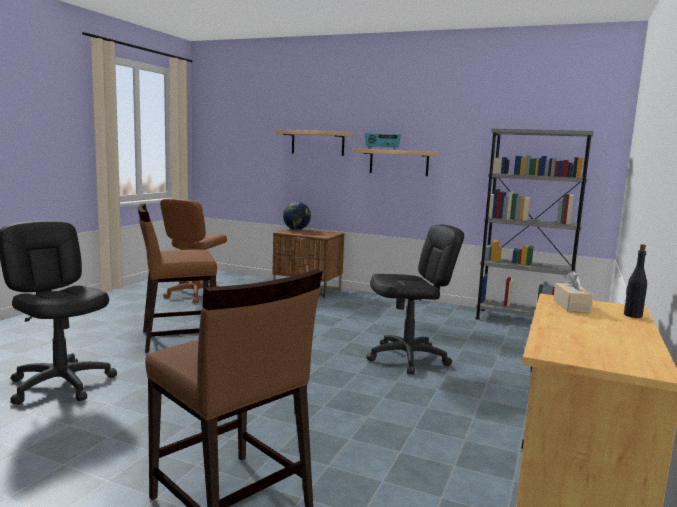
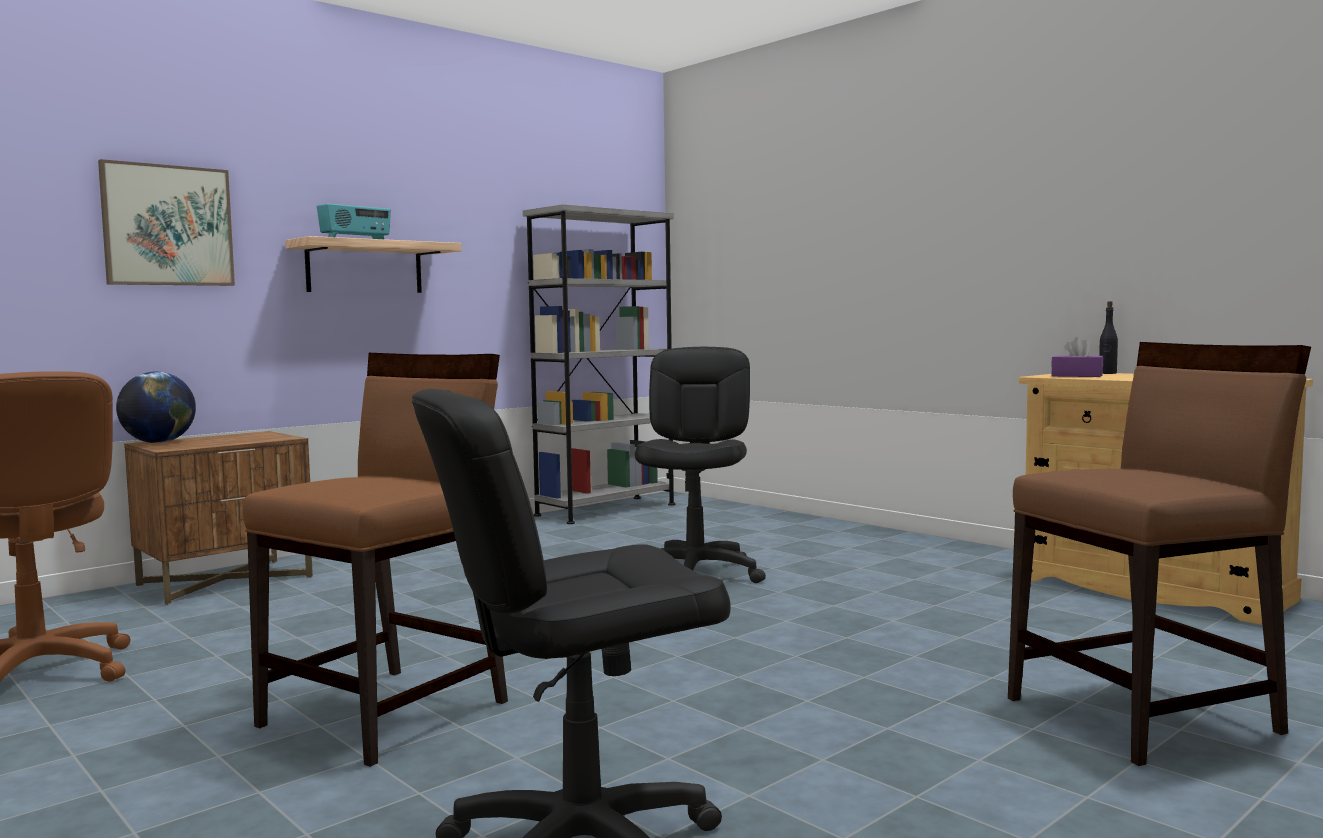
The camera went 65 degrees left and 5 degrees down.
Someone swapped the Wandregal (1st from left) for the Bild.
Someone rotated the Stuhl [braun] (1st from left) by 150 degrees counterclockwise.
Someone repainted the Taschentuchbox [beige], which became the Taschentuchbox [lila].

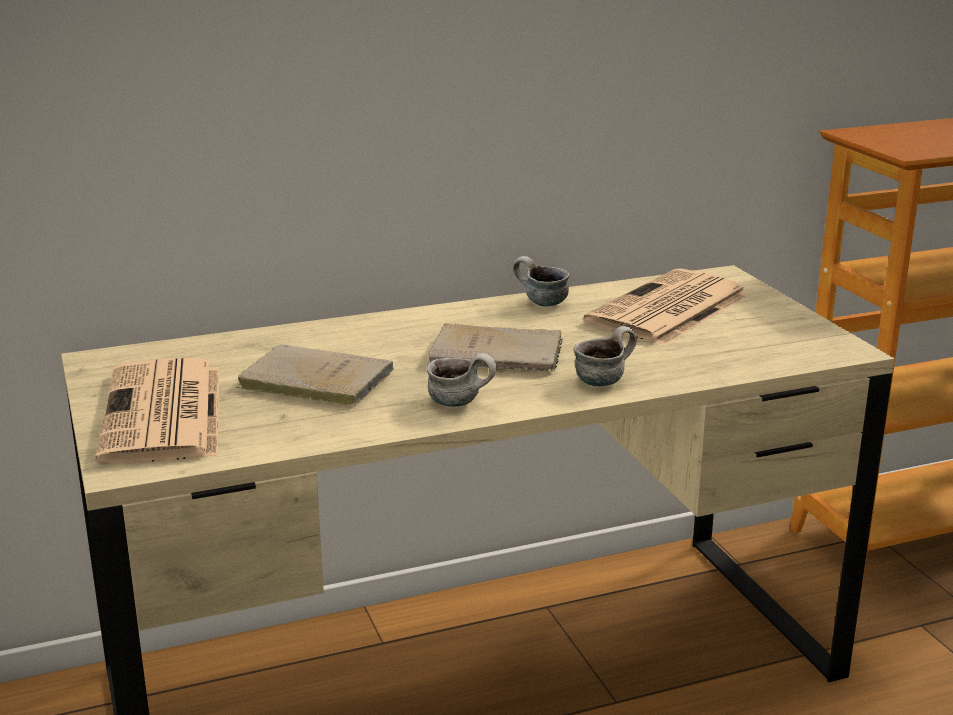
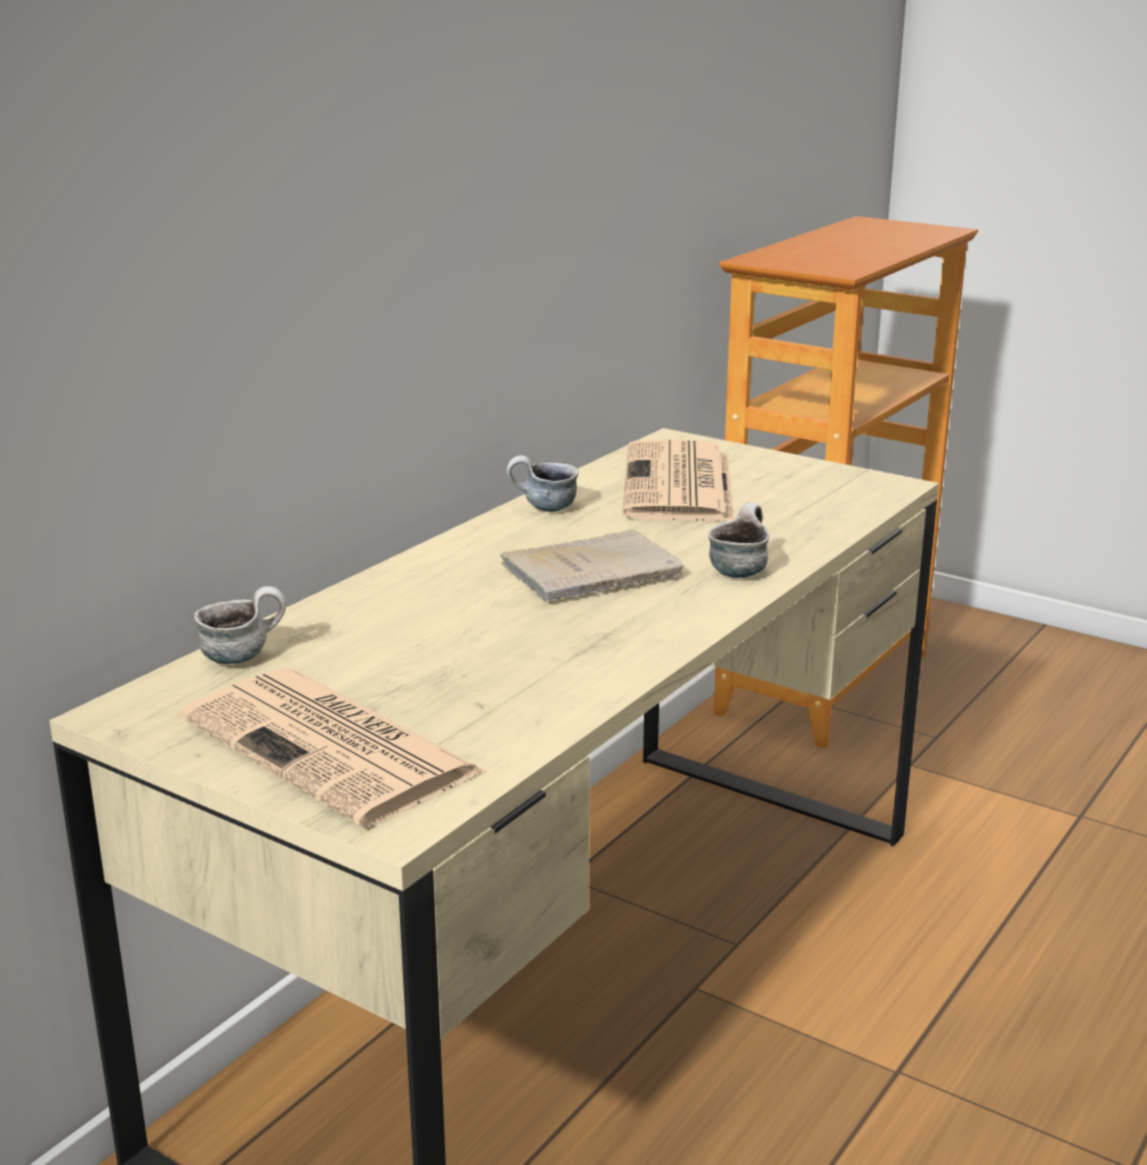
The camera went 35 degrees left and 0 degrees up.
Someone carried the Henkelbecher (1st from left).
Someone took away the Buch [beige] (1st from left).

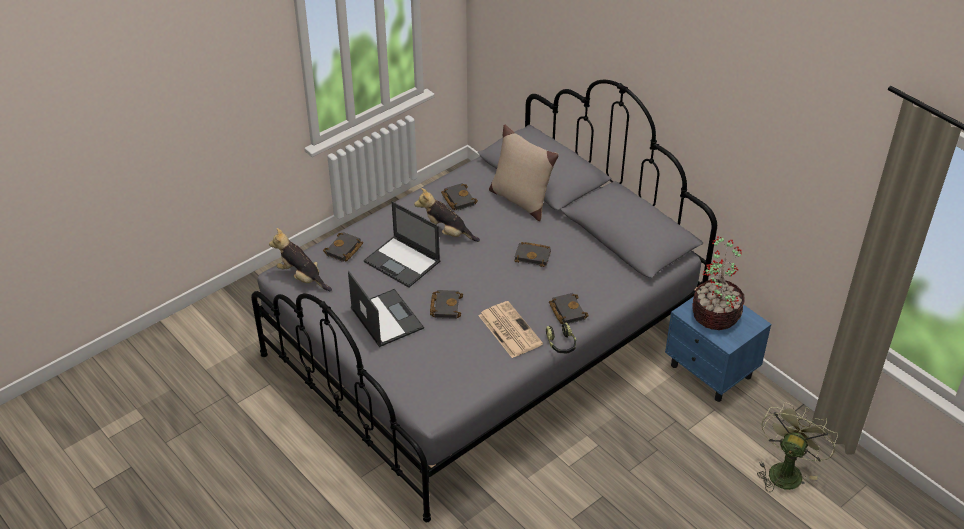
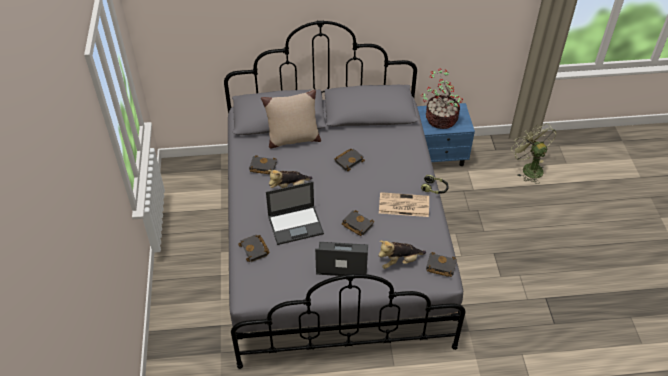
The camera went 55 degrees left and 5 degrees up.
Someone carried the Plüschtier (1st from left in the first image).
Someone carried the Buch [schwarz] (5th from left).

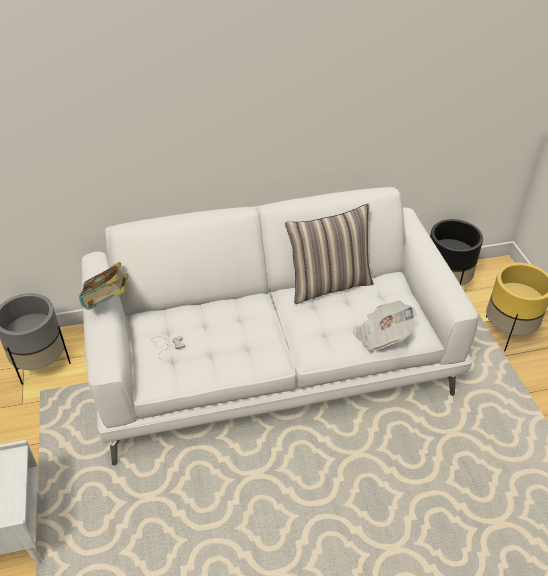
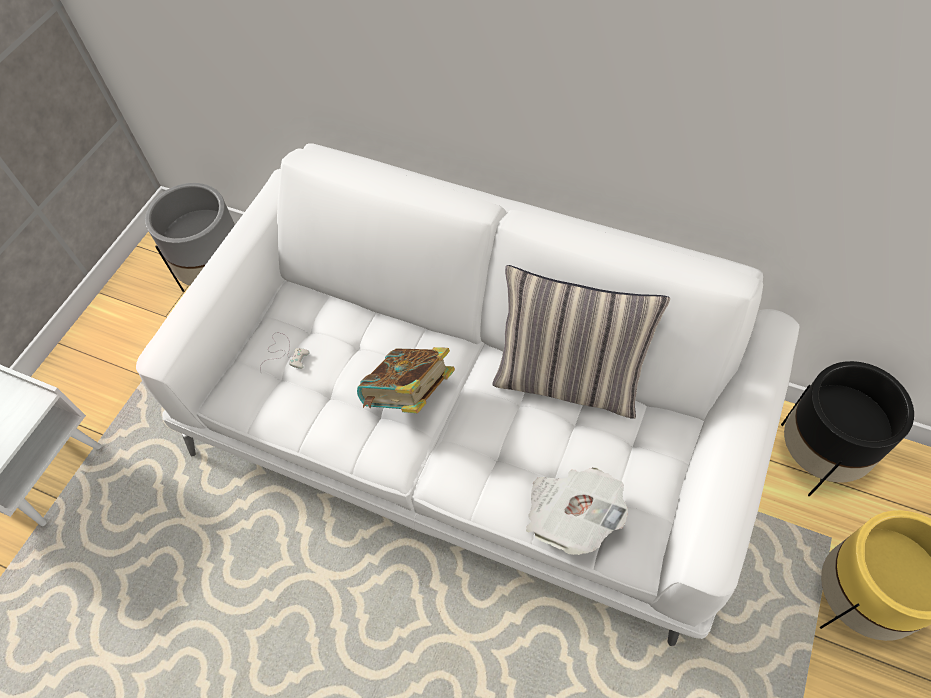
The camera went 40 degrees right and 15 degrees up.
Someone carried the Buch.

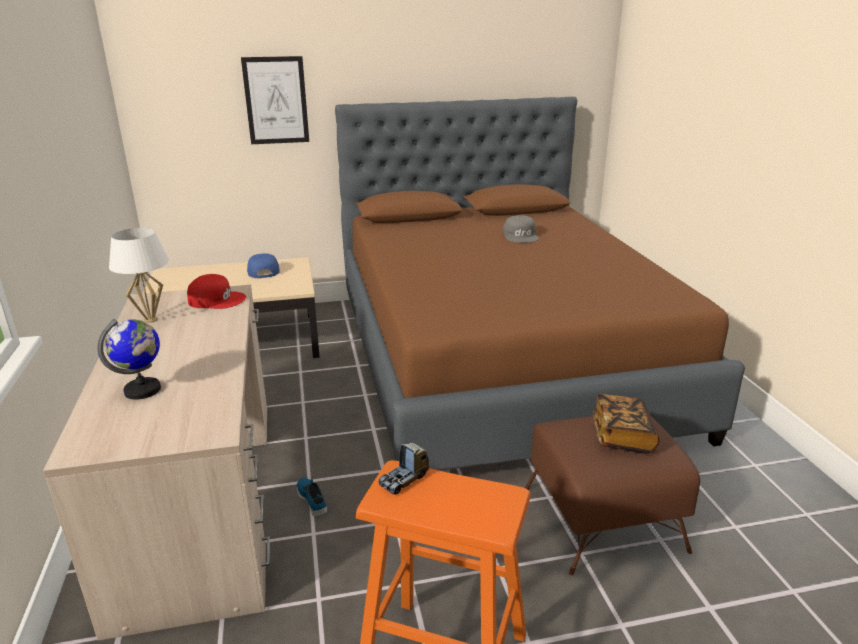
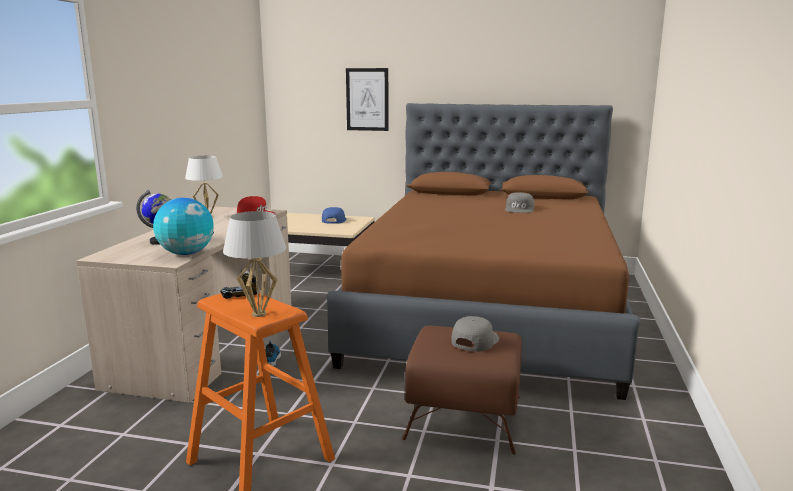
The camera went 25 degrees right and 10 degrees down.
Someone put down the Globus (2nd from left).
Someone put down the Tischlampe [weiß] (2nd from left).
Someone swapped the Buch for the Kappe [grau] (1st from left).

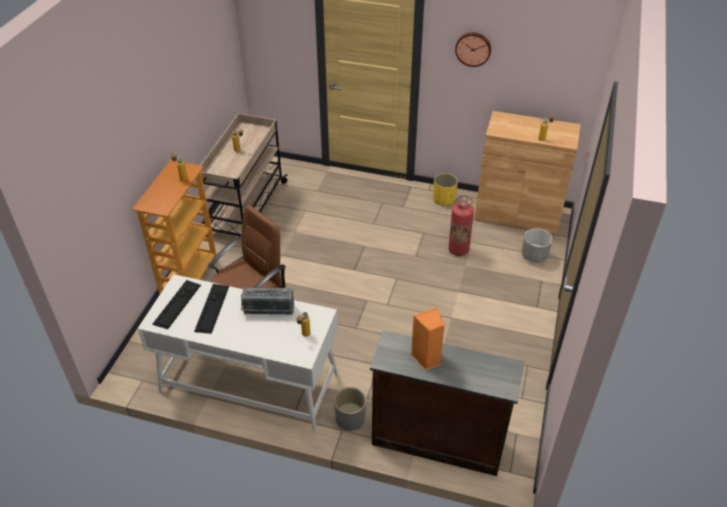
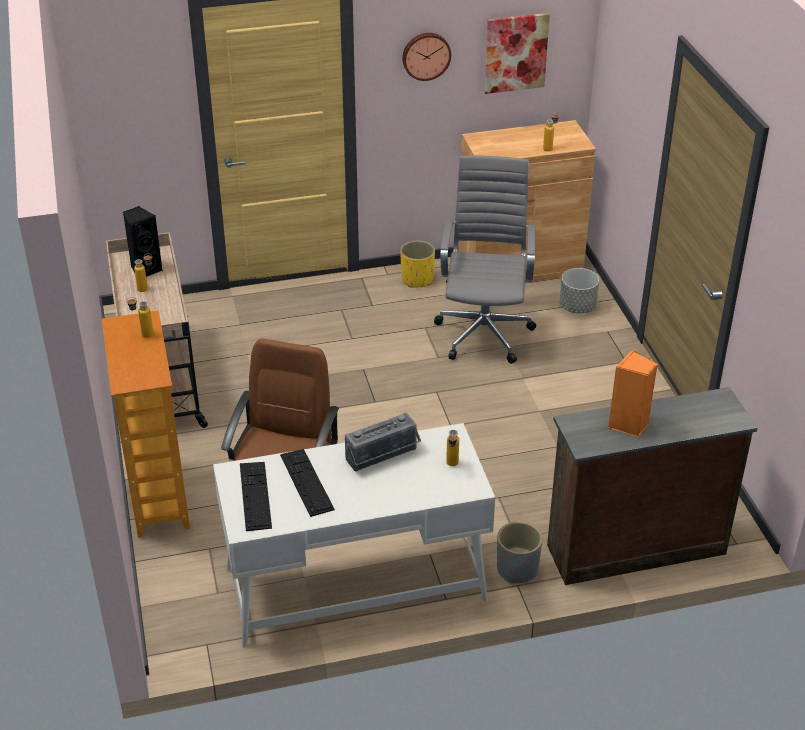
The camera went 30 degrees left and 5 degrees down.
Someone put down the Lautsprecher [schwarz].
Someone swapped the Feuerlöscher for the Bürostuhl [grau].
Someone put up the Bild.

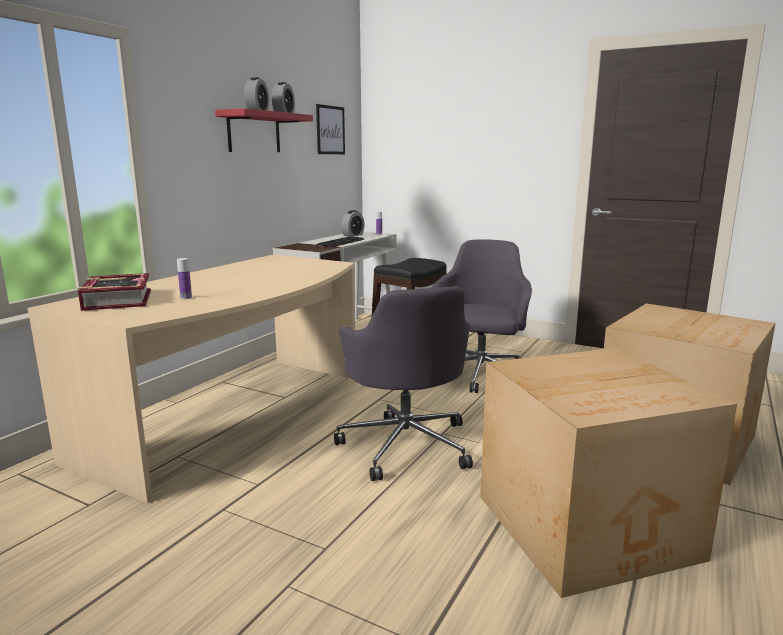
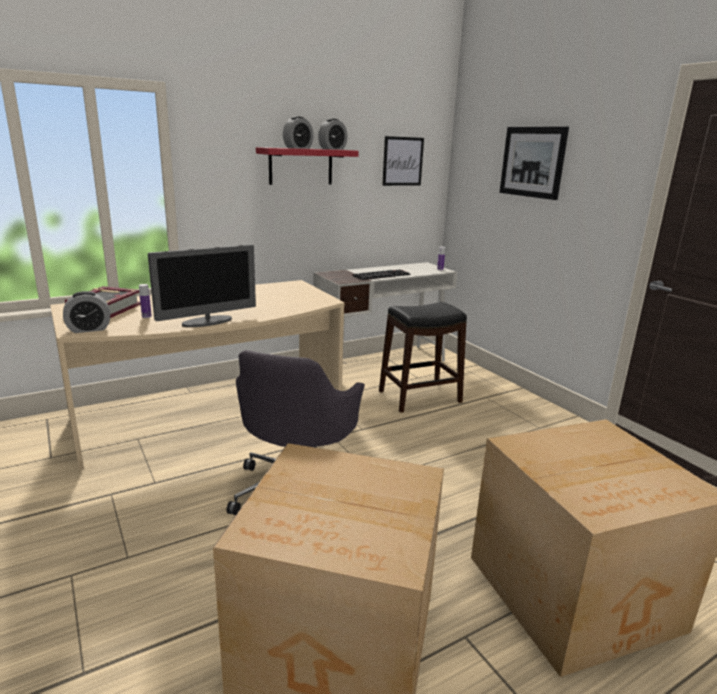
The camera went 30 degrees right and 5 degrees up.
Someone carried the Wecker (3rd from left in the first image).
Someone put down the Monitor.
Someone put up the Bild (2nd from left).
Someone took away the Bürostuhl [grau] (2nd from left).

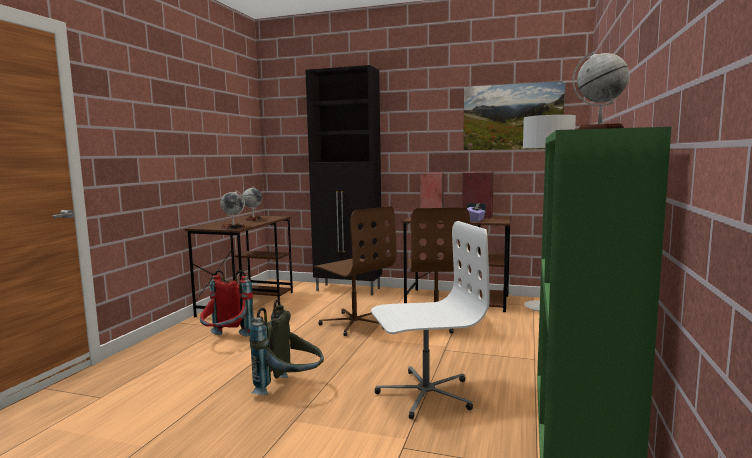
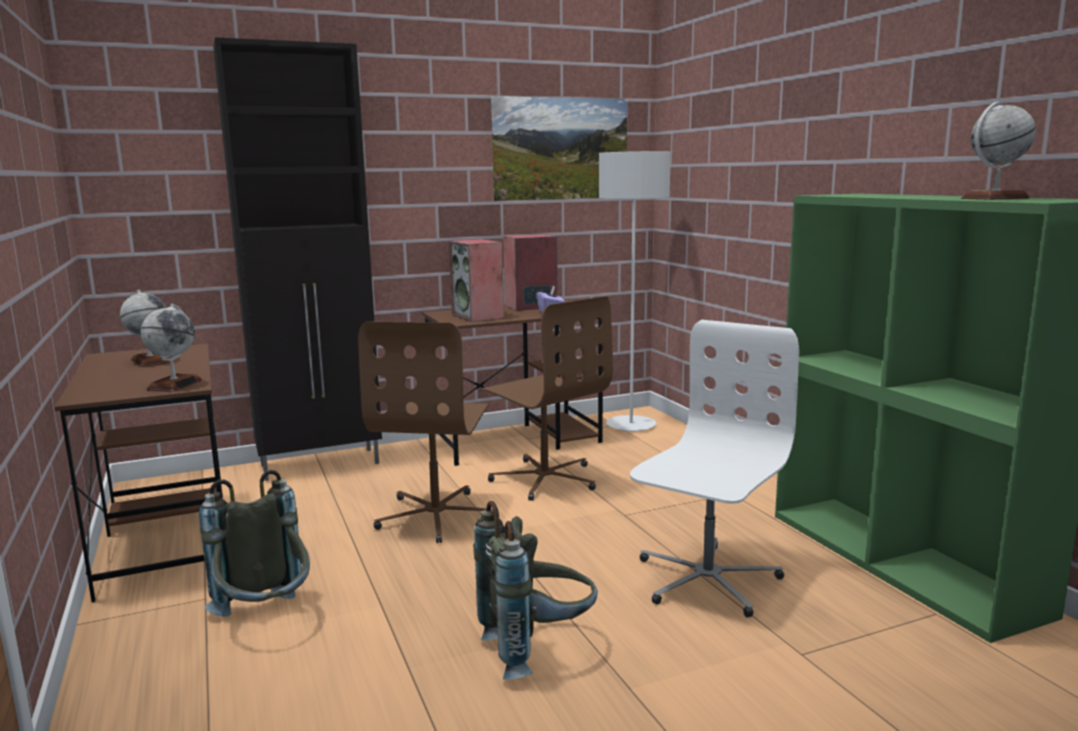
The camera went 40 degrees left and 5 degrees up.
Someone repainted the Rucksack [rot], which became the Rucksack [grau] (1st from left).
Someone rotated the Bürostuhl [braun] (1st from left) by 90 degrees clockwise.

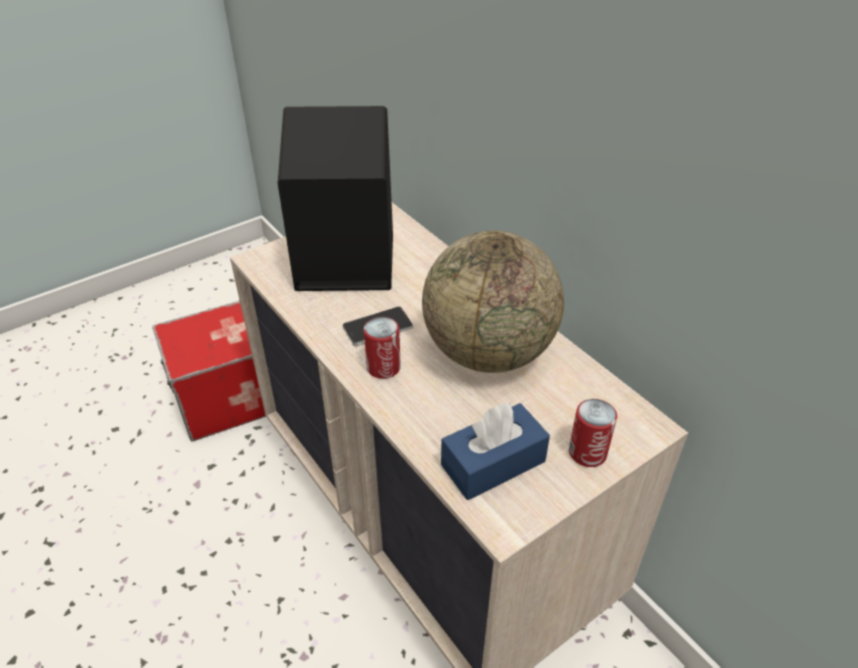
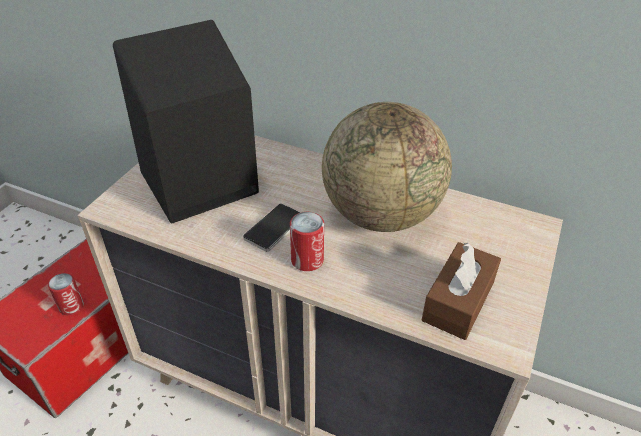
The camera went 30 degrees left and 0 degrees up.
Someone carried the Dose (2nd from left in the first image).
Someone repainted the Taschentuchbox [blau], which became the Taschentuchbox [braun].

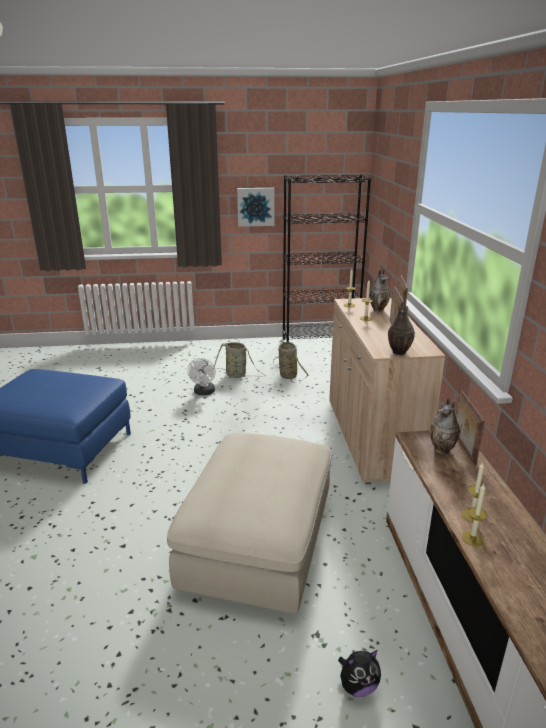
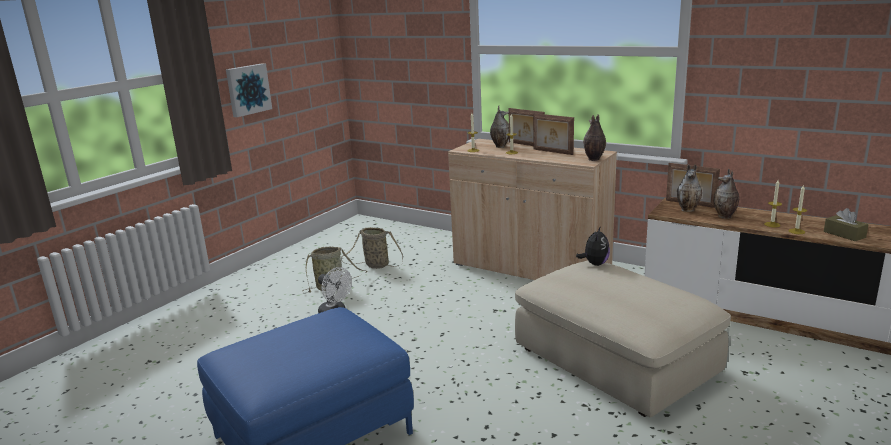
The camera went 50 degrees left and 5 degrees down.
Someone carried the Plüschtier.
Someone put down the Vase (4th from left).
Someone put down the Taschentuchbox [braun].
Someone took away the Bücherregal [schwarz].

